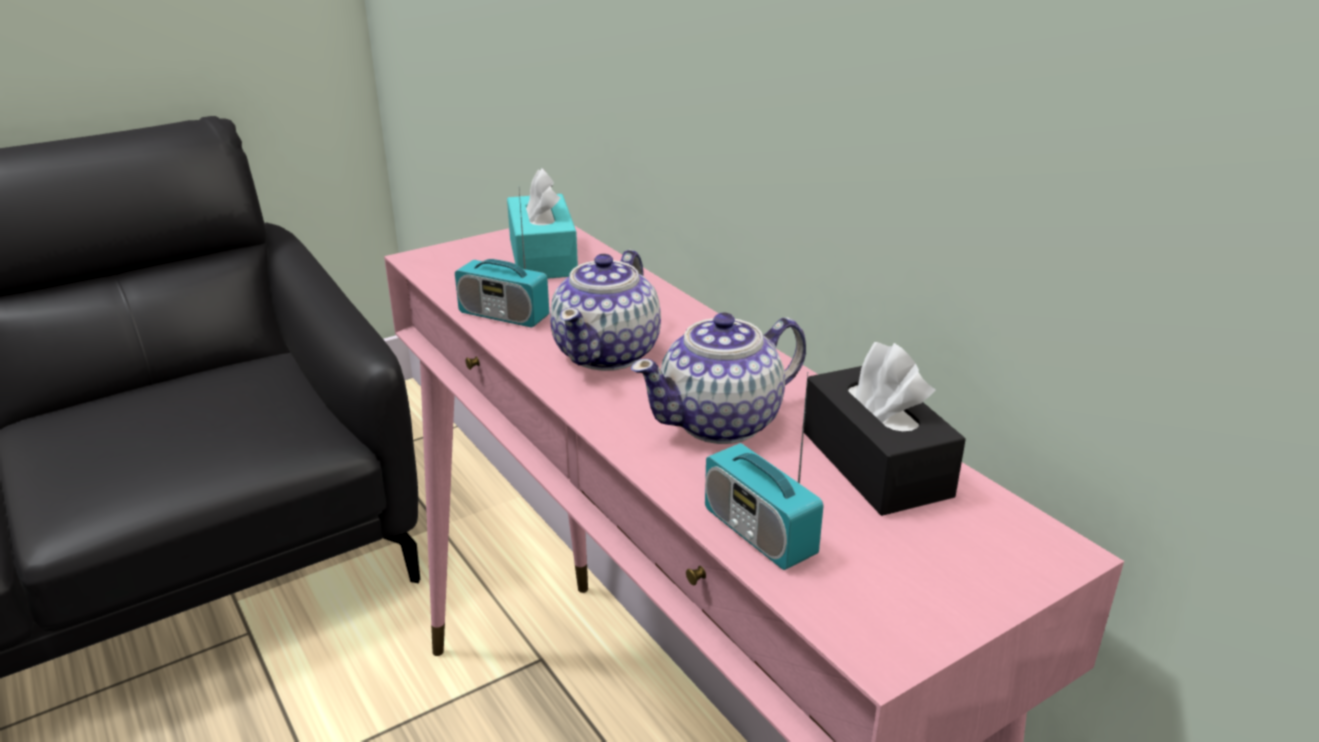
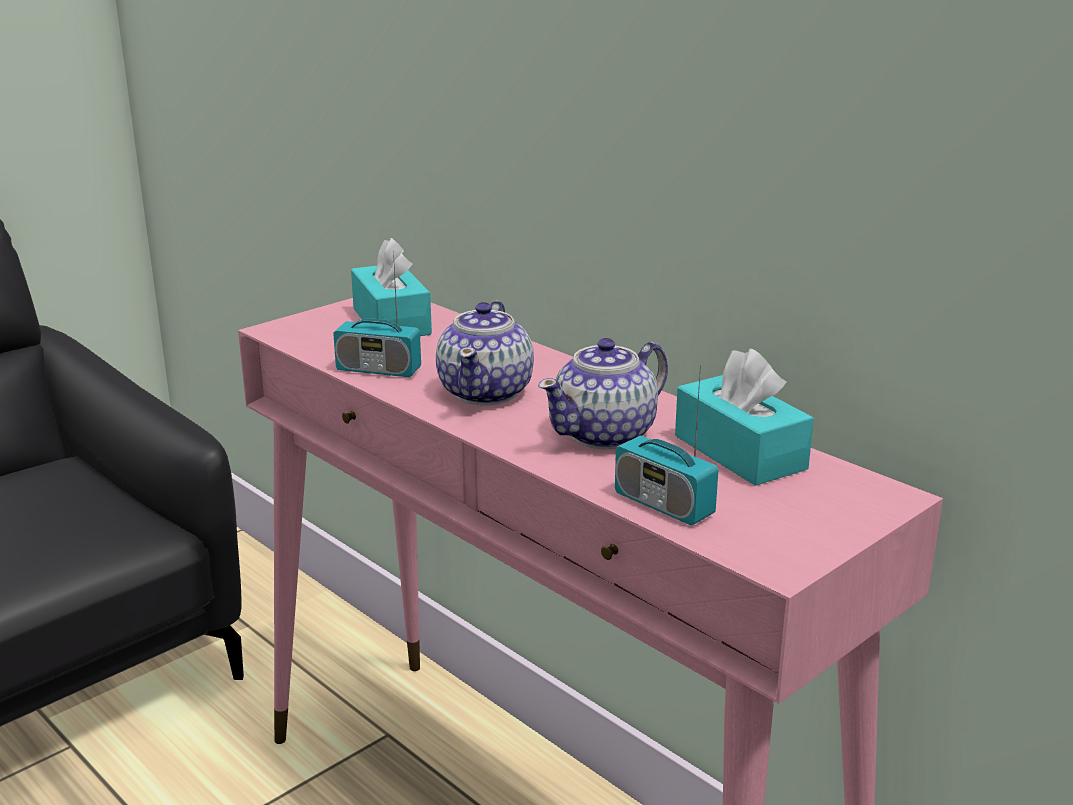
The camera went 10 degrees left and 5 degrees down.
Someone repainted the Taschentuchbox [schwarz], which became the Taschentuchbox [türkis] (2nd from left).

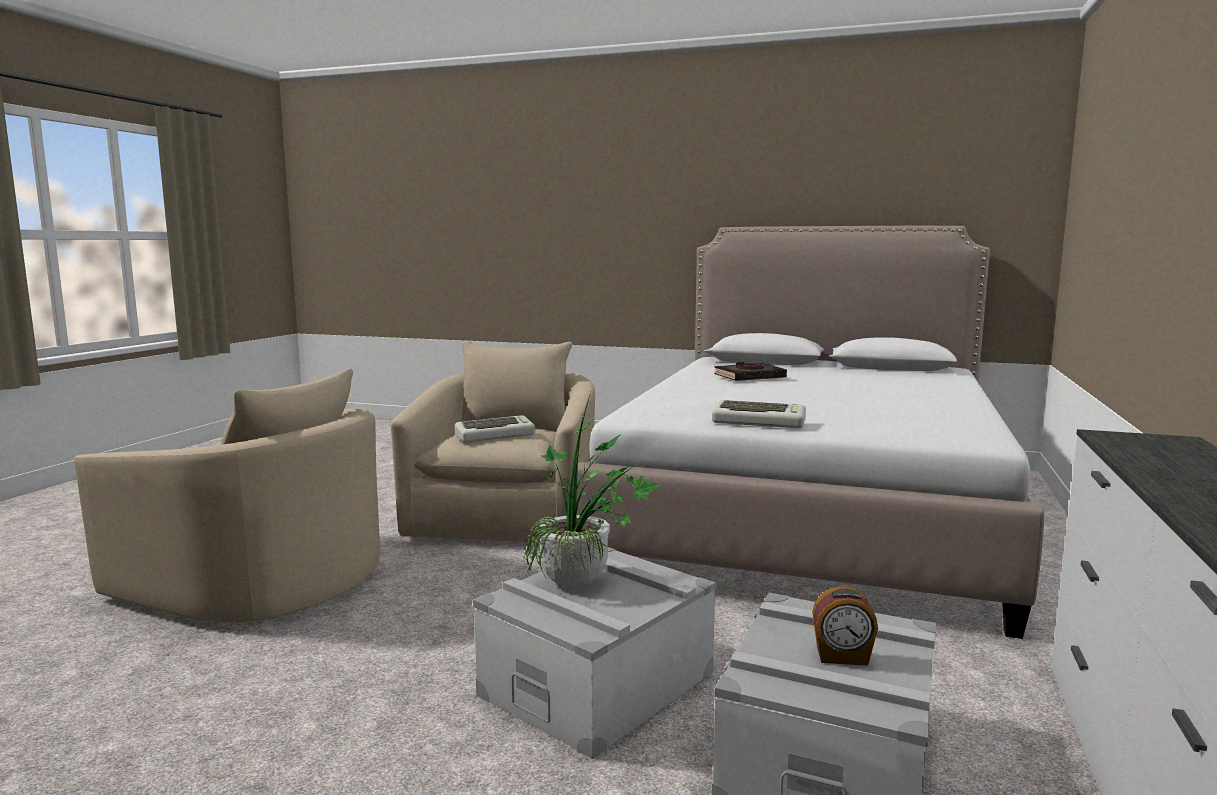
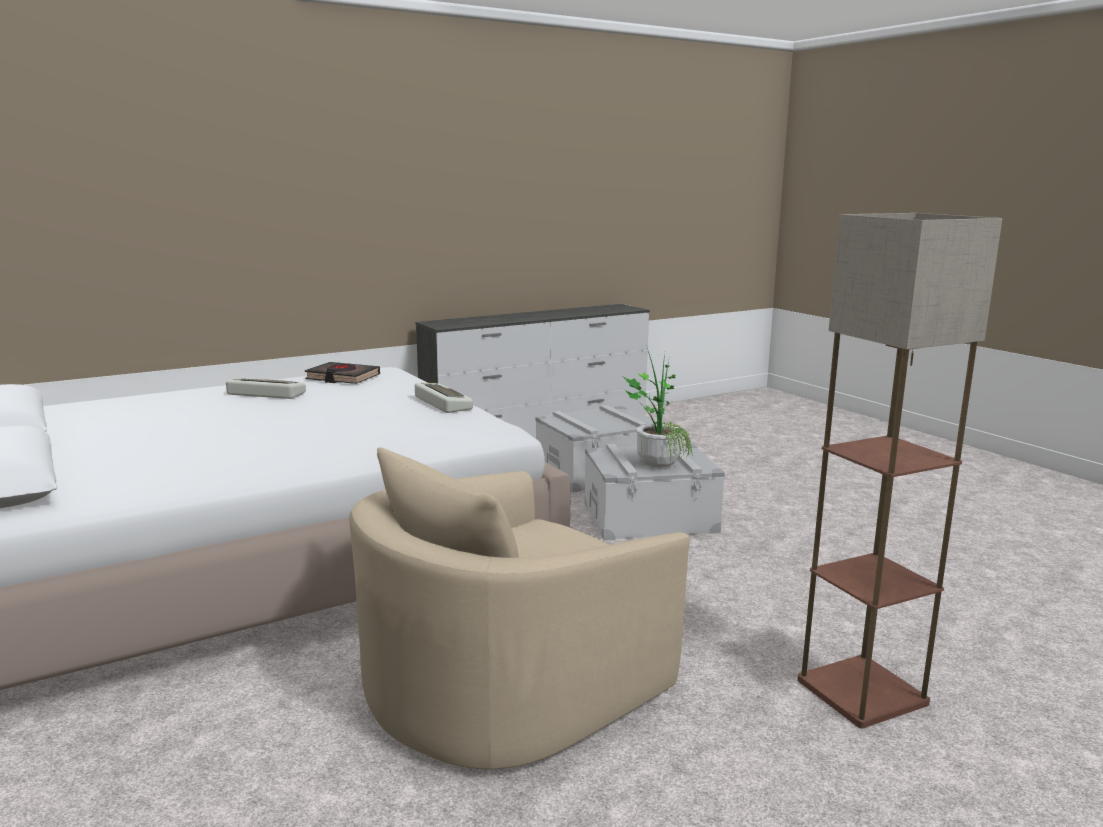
The camera went 140 degrees left and 5 degrees up.
Someone carried the Tastatur (1st from left).
Someone carried the Buch [schwarz].
Someone swapped the Sessel [beige] (1st from left) for the Stehlampe.
Someone took away the Wecker.

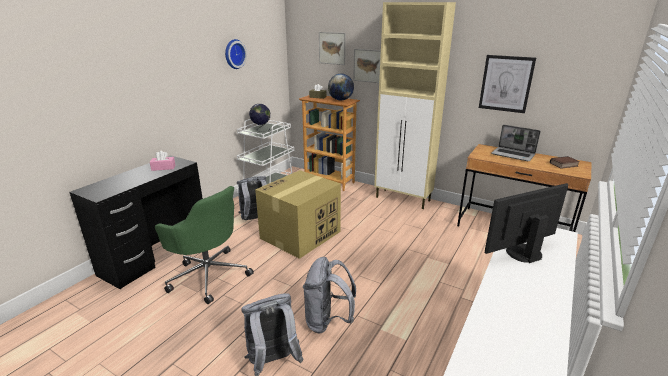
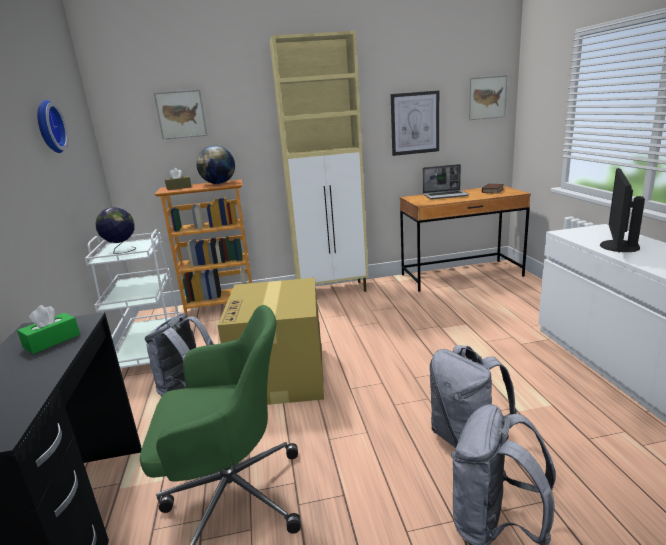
The camera went 40 degrees left and 5 degrees down.
Someone repainted the Taschentuchbox [rosa], which became the Taschentuchbox [grün].
Someone carried the Bild (2nd from left in the first image).

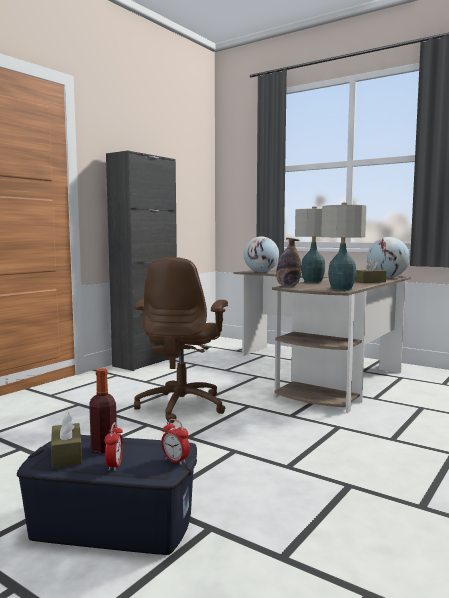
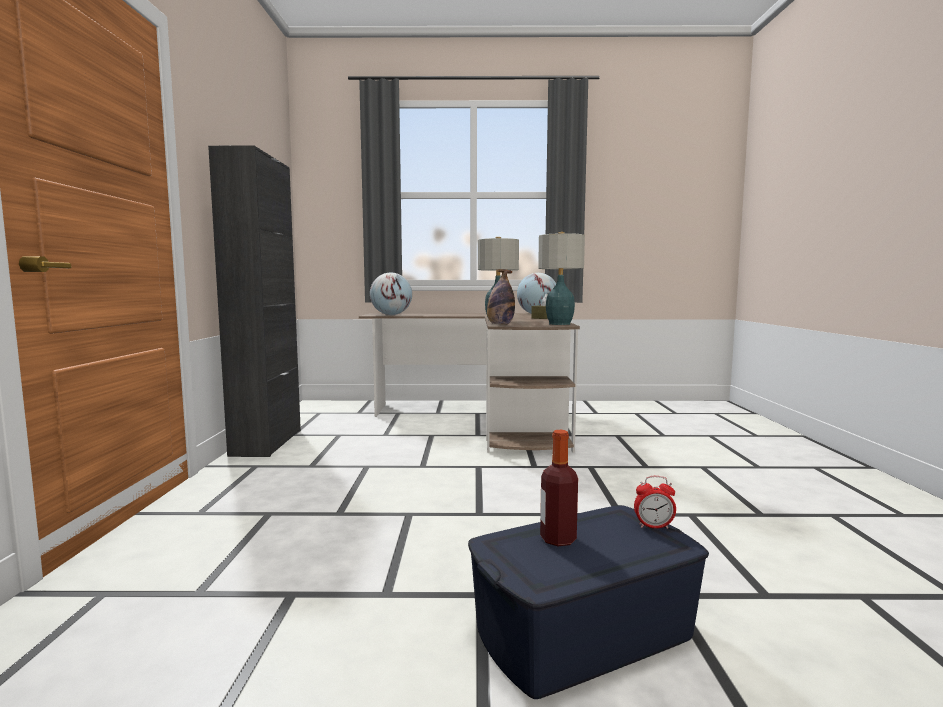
The camera went 35 degrees left and 0 degrees up.
Someone took away the Taschentuchbox [braun] (1st from left).
Someone took away the Wecker (1st from left).
Someone took away the Bürostuhl [braun].

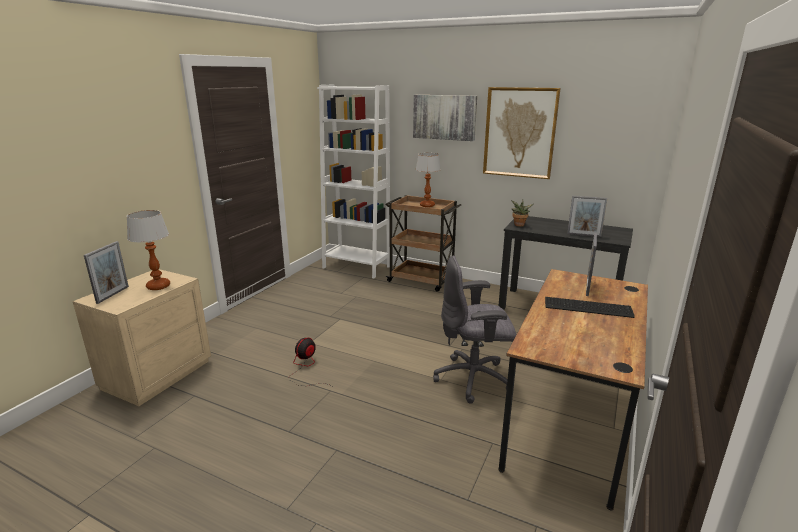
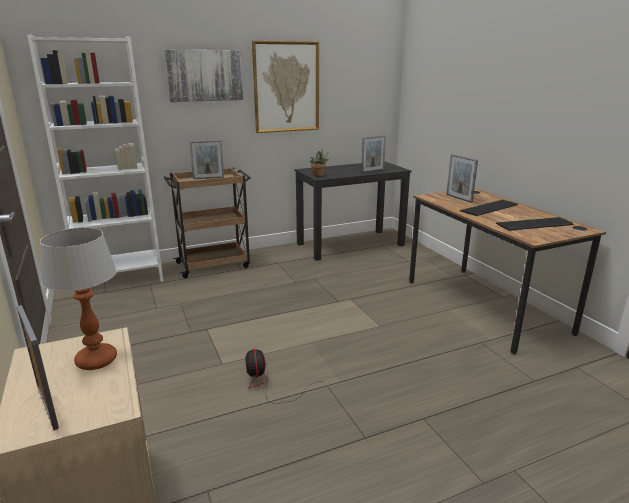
The camera went 50 degrees left and 0 degrees up.
Someone swapped the Tischlampe (2nd from left) for the Bilderrahmen (2nd from left).
Someone put down the Tastatur (2nd from left).
Someone took away the Bürostuhl [grau].

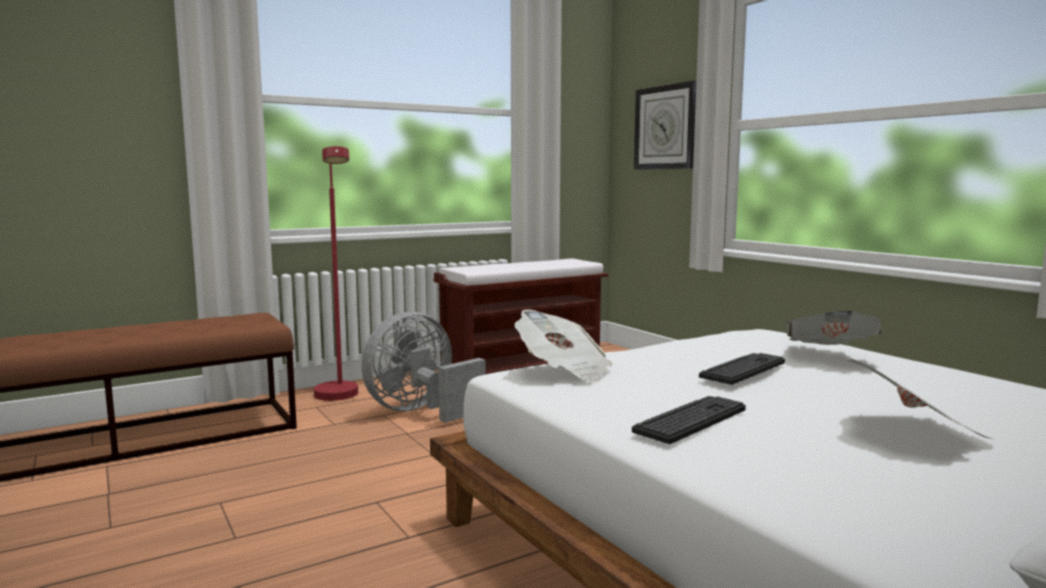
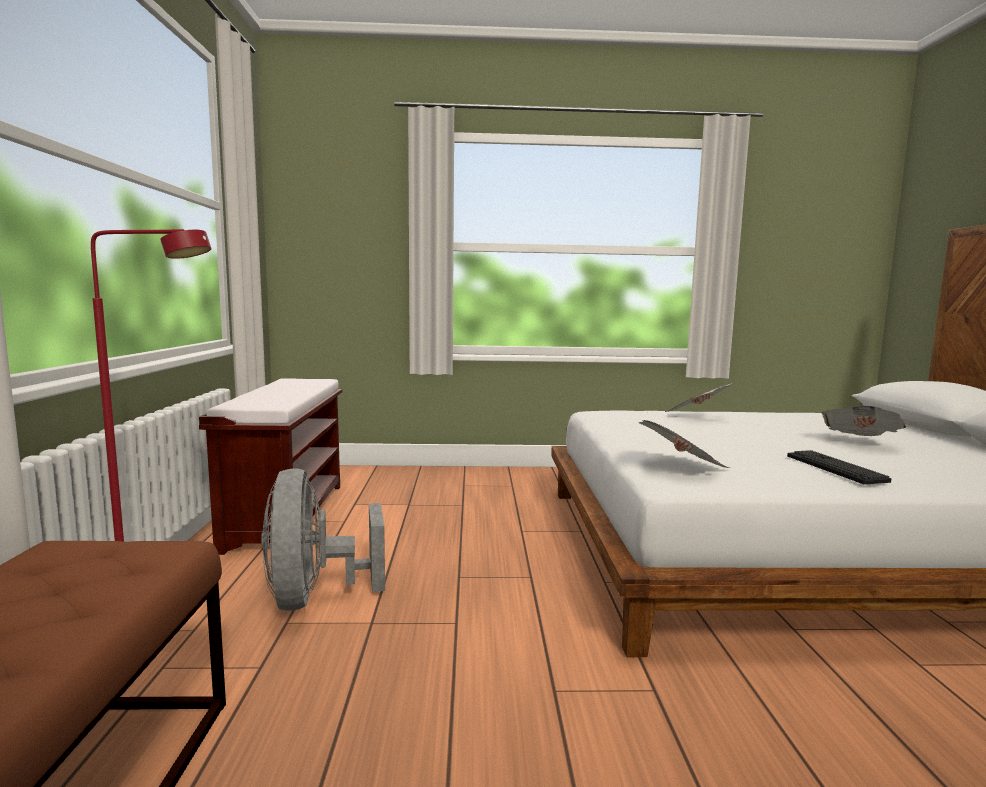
The camera went 60 degrees left and 0 degrees up.
Someone took away the Wanduhr.
Someone took away the Tastatur (2nd from left).

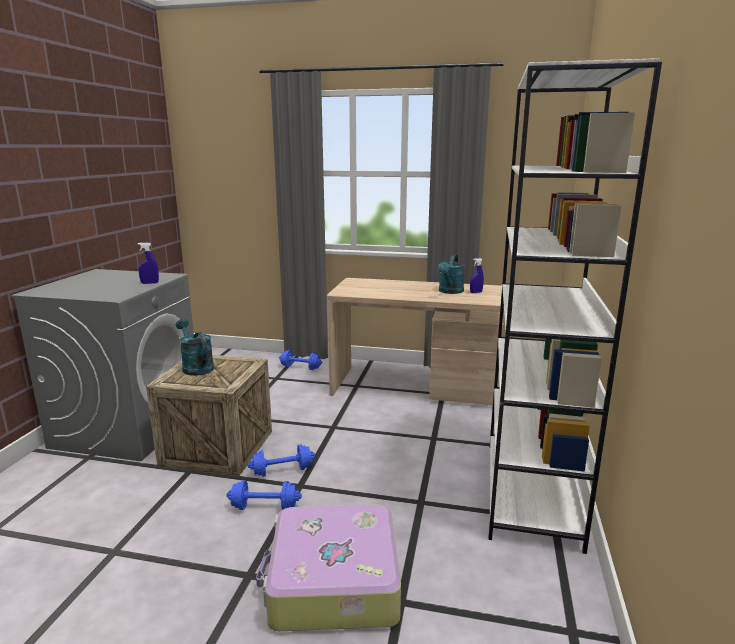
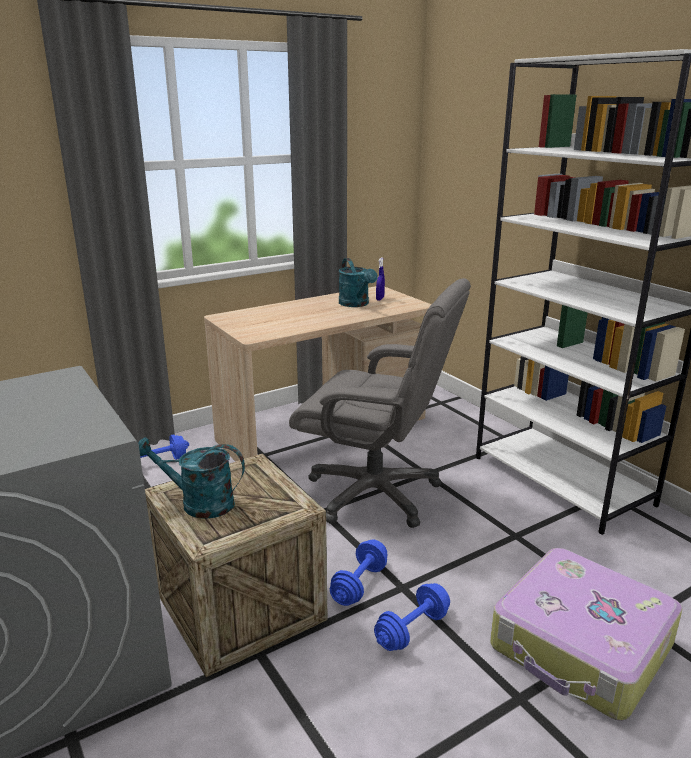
The camera went 45 degrees left and 5 degrees up.
Someone put down the Bürostuhl [grau].
Someone took away the Sprühflasche [blau] (1st from left).

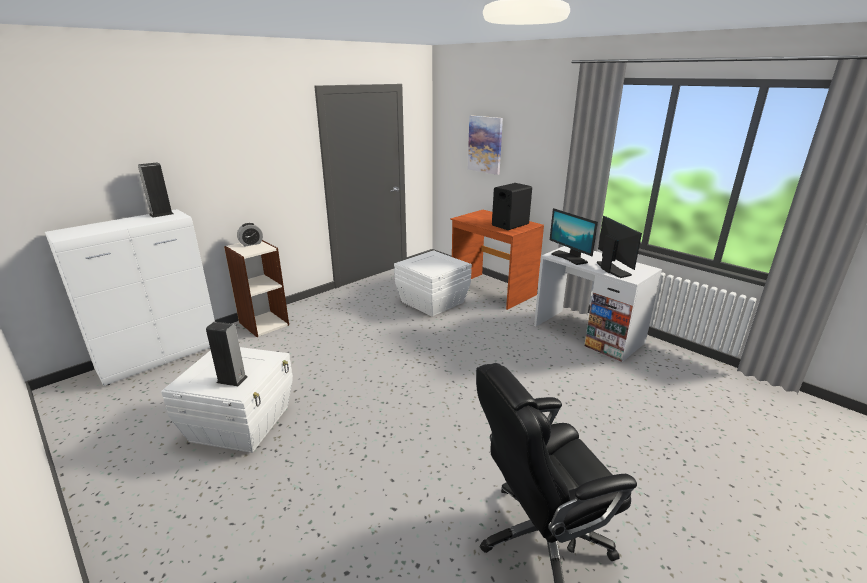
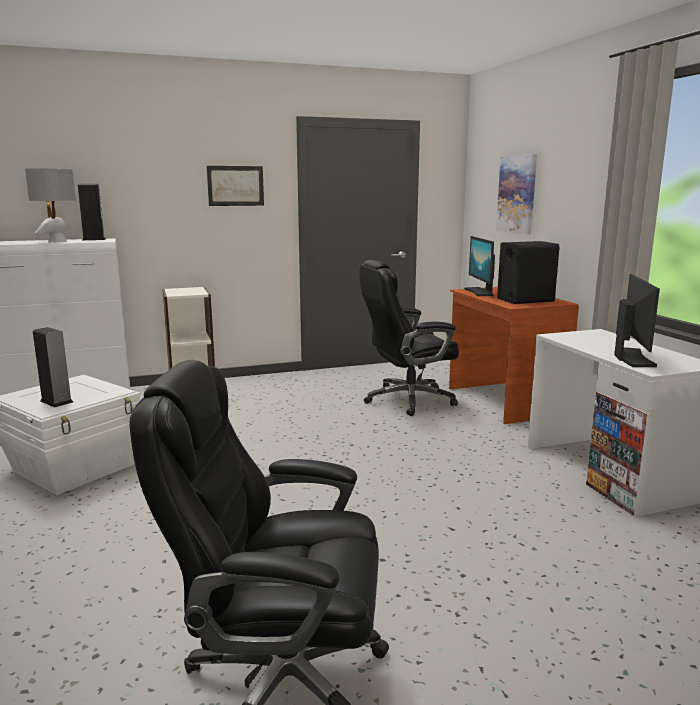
The camera went 25 degrees right and 10 degrees down.
Someone put down the Tischlampe [grau].
Someone put up the Bild (1st from left).
Someone swapped the Aufbewahrungsbox [weiß] (2nd from left) for the Bürostuhl [schwarz] (2nd from left).
Someone carried the Monitor (1st from left).
Someone took away the Wecker.

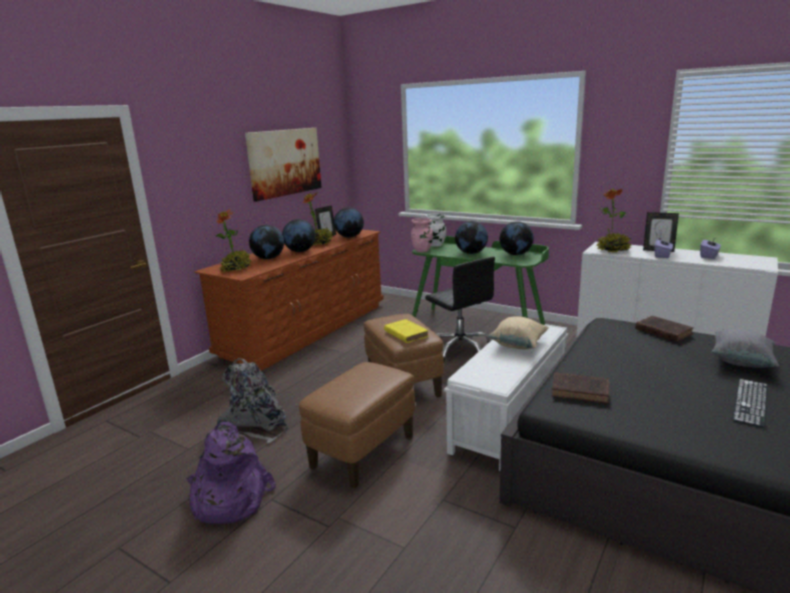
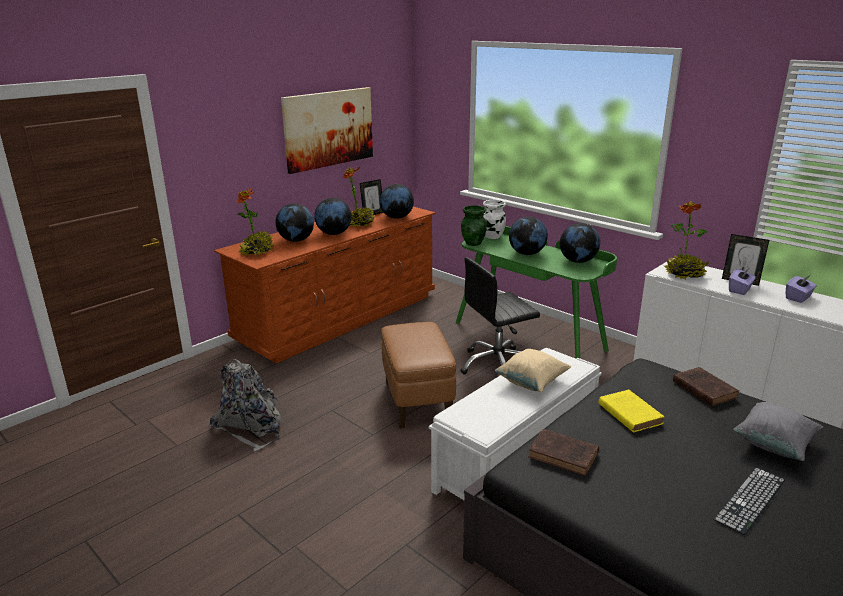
The camera went 10 degrees right and 5 degrees up.
Someone rotated the Bürostuhl [schwarz] by 90 degrees clockwise.
Someone repainted the Vase [rosa], which became the Vase [grün].
Someone carried the Buch [gelb].
Someone took away the Rucksack [lila].
Someone took away the Polsterhocker [braun] (1st from left).

